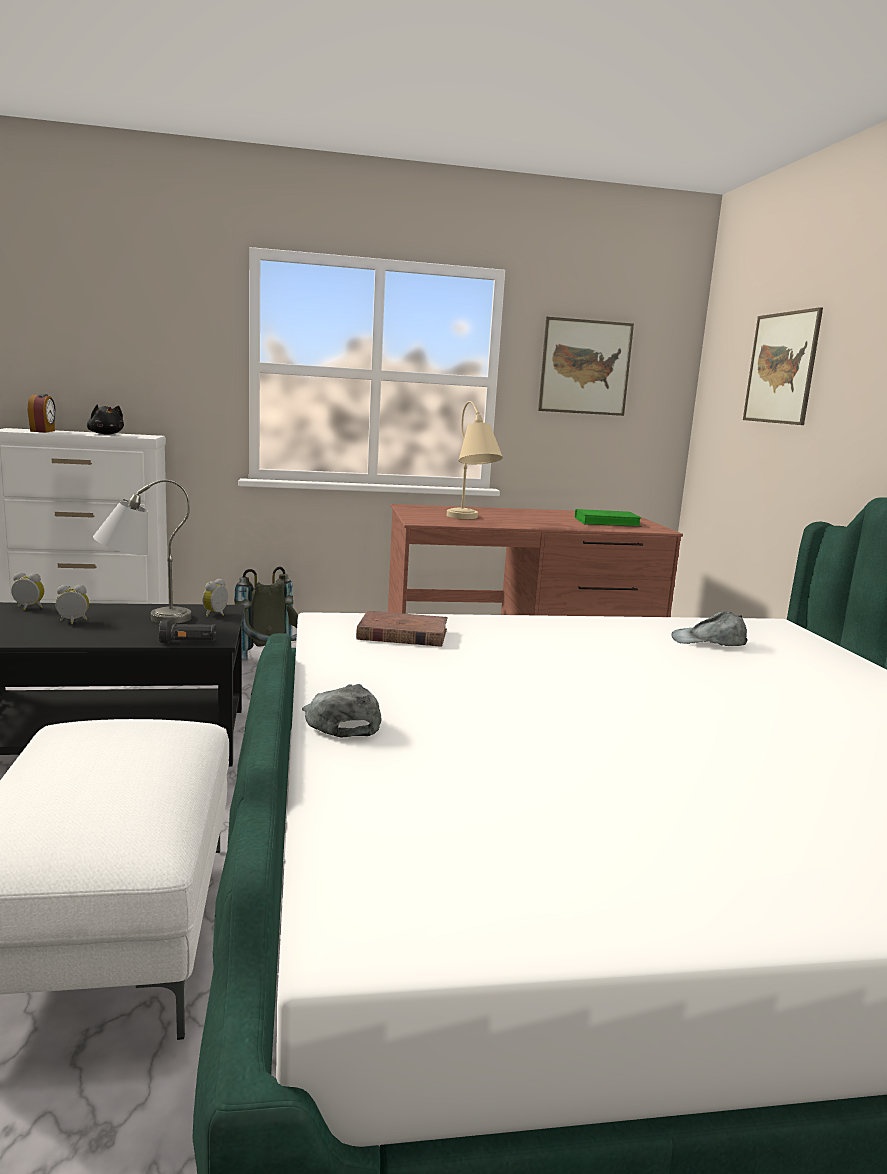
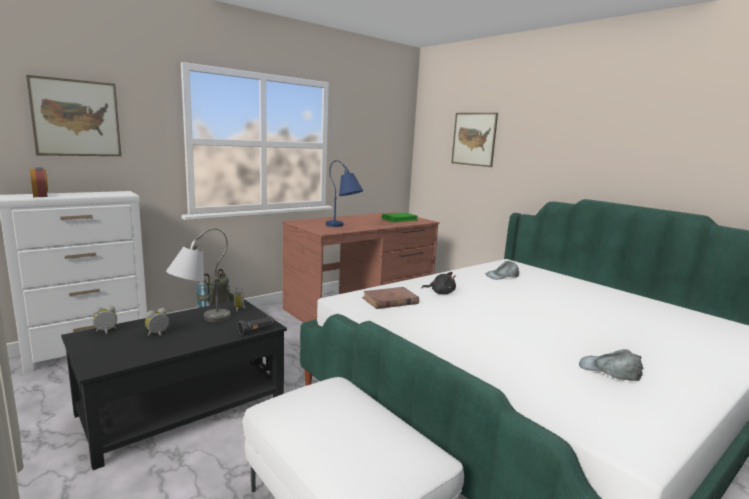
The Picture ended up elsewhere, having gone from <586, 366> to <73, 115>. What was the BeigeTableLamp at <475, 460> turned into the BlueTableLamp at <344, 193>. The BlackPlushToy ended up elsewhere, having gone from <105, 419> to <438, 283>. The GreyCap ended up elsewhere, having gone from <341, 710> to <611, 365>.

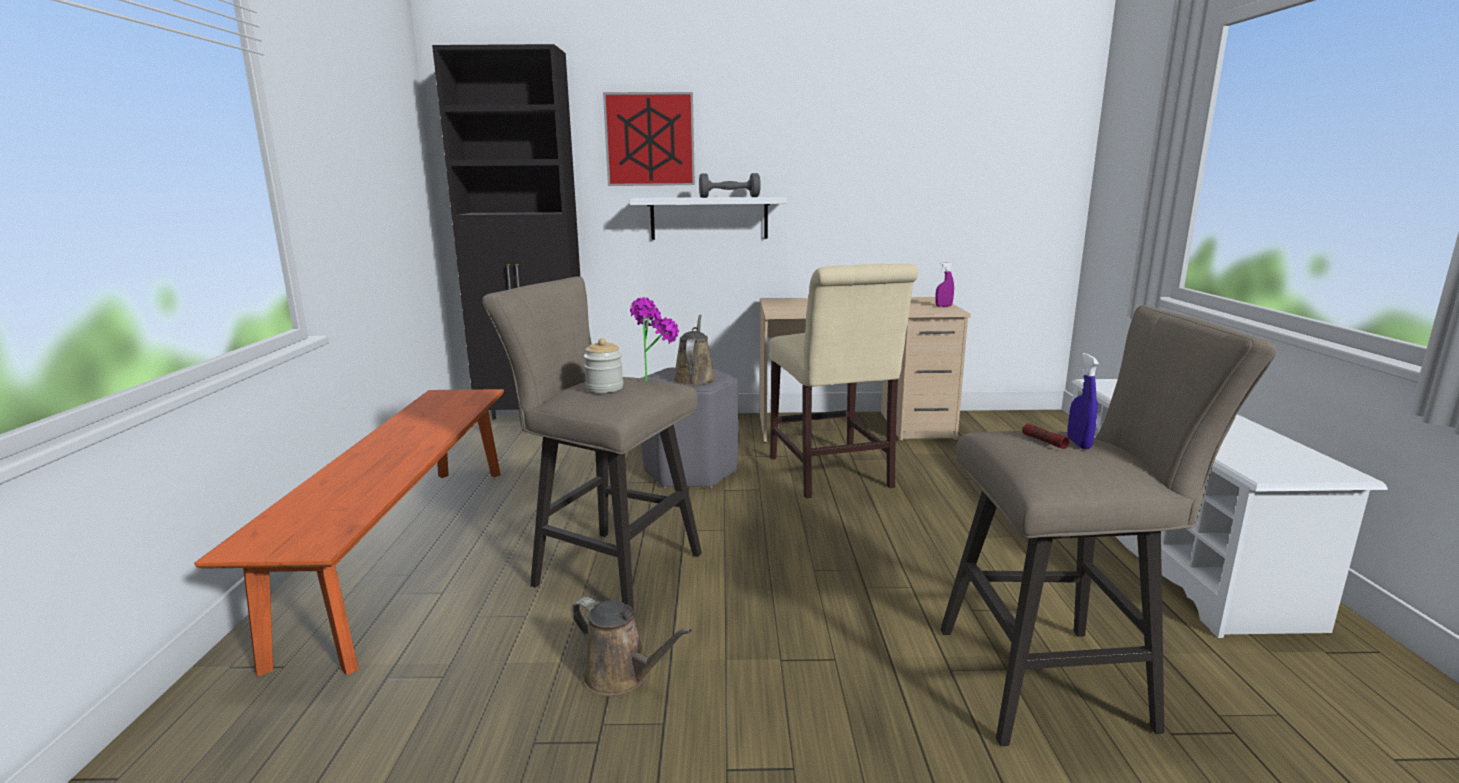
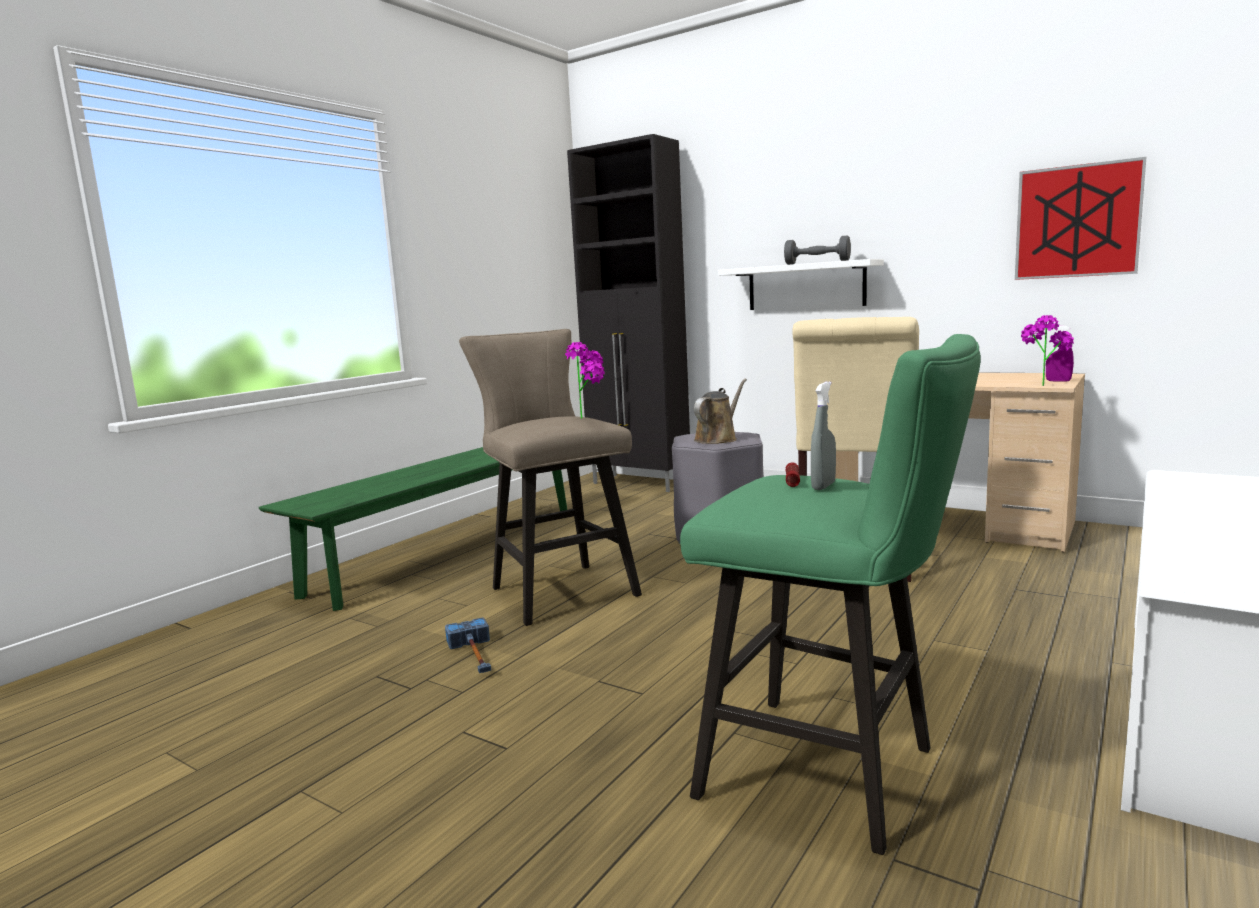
The Picture ended up elsewhere, having gone from <649, 139> to <1080, 218>. What was the BeigeStool at <1108, 526> turned into the GreenStool at <830, 594>. The second view lost the Jar at <603, 365>. What was the BlueSprayBottle at <1083, 401> turned into the GreySprayBottle at <823, 436>. What was the OrangeBench at <349, 533> turned into the GreenBench at <413, 529>. Where the BrownWateringCan stood at <631, 646>, the Hammer came to stand at <468, 645>. The second view gained the PottedPlant at <1047, 350>.

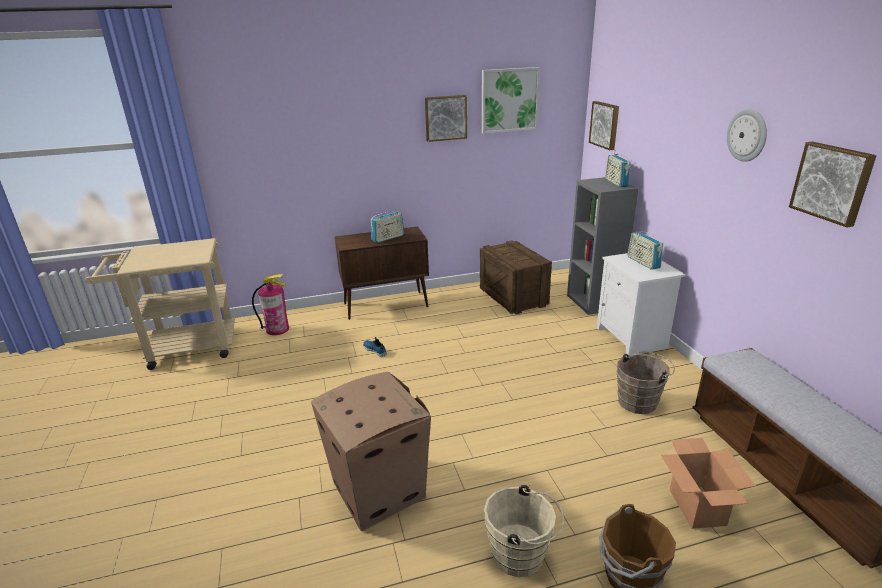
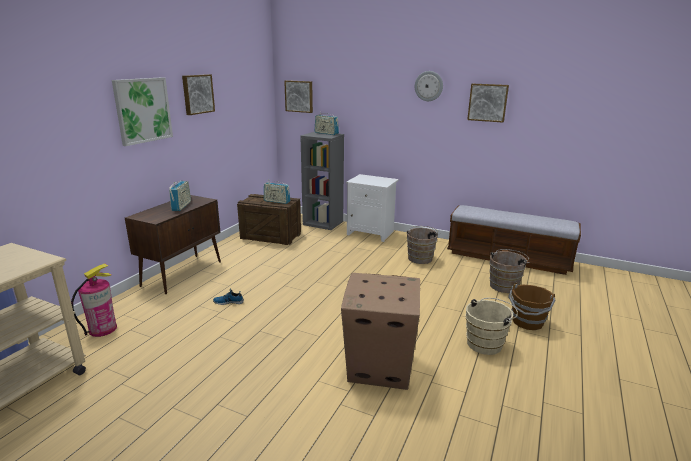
The Picture ended up elsewhere, having gone from <511, 100> to <142, 111>. The Radio ended up elsewhere, having gone from <645, 250> to <277, 192>. Where the CardboardBox stood at <708, 483>, the BrownBucket came to stand at <509, 271>.

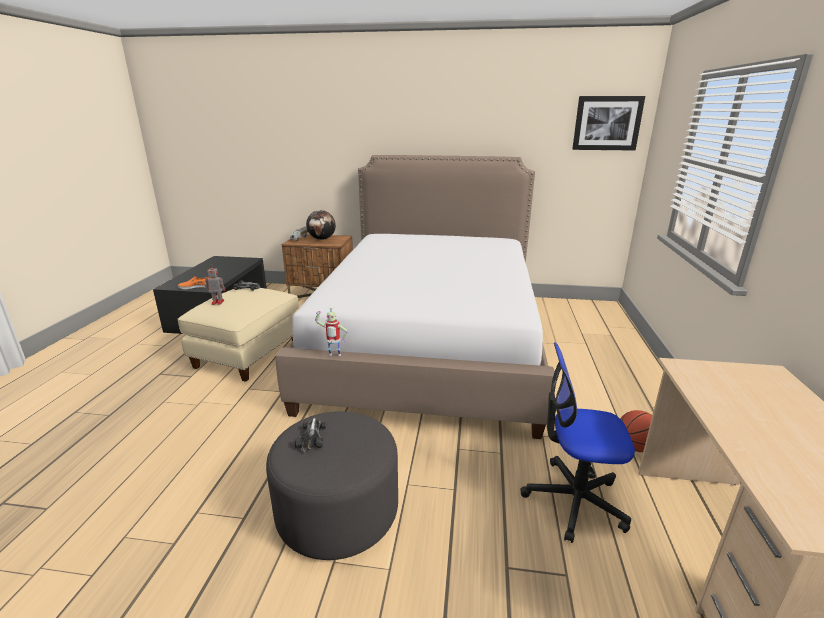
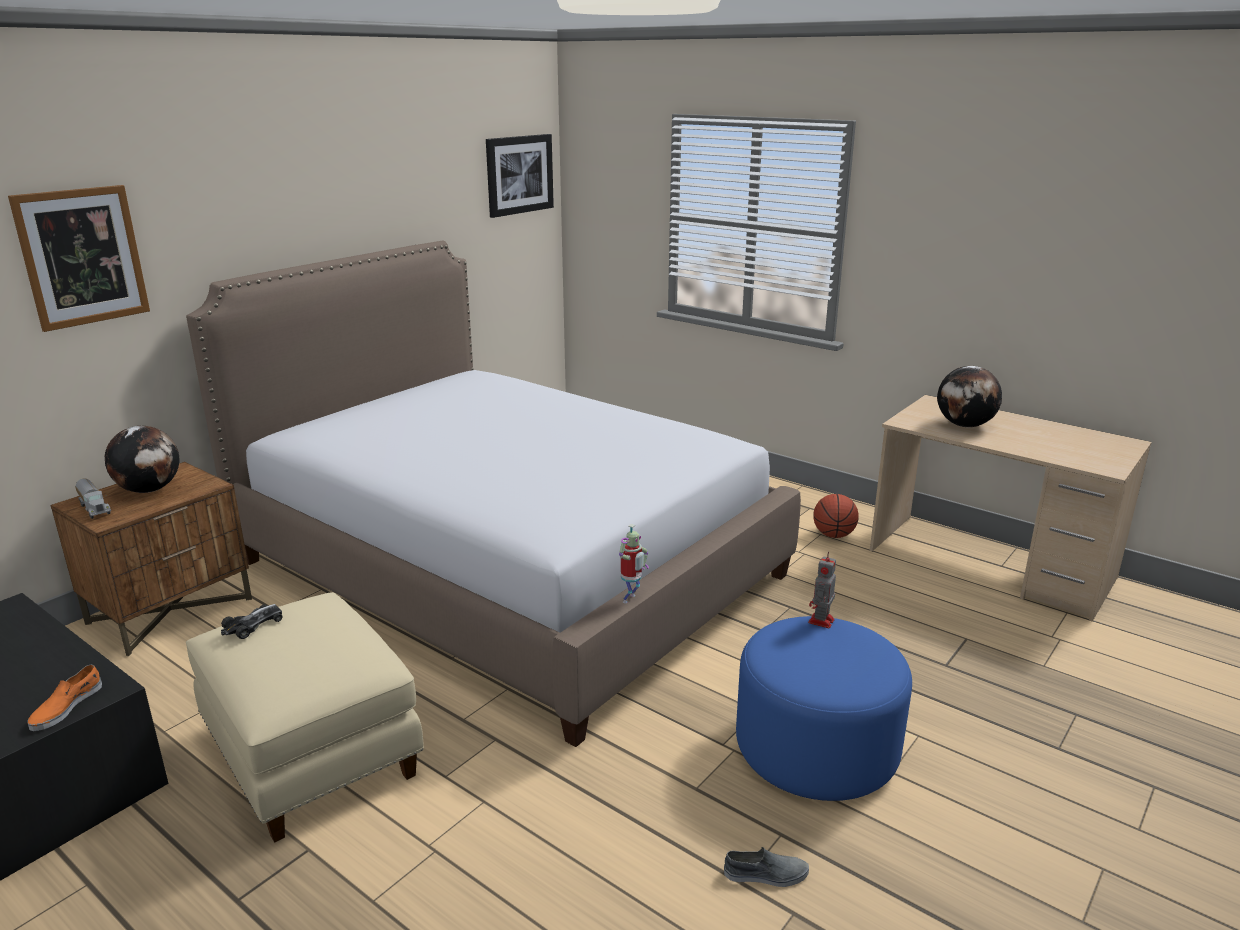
The ToyRobot ended up elsewhere, having gone from <214, 285> to <822, 590>. The second view lost the OfficeChair at <578, 442>. What was the GreyOttoman at <332, 485> turned into the BlueOttoman at <824, 708>. The second view lost the ToyCar at <310, 435>. The second view gained the Picture at <79, 258>. The second view gained the Globe at <969, 396>. The second view gained the GreyShoe at <766, 867>.

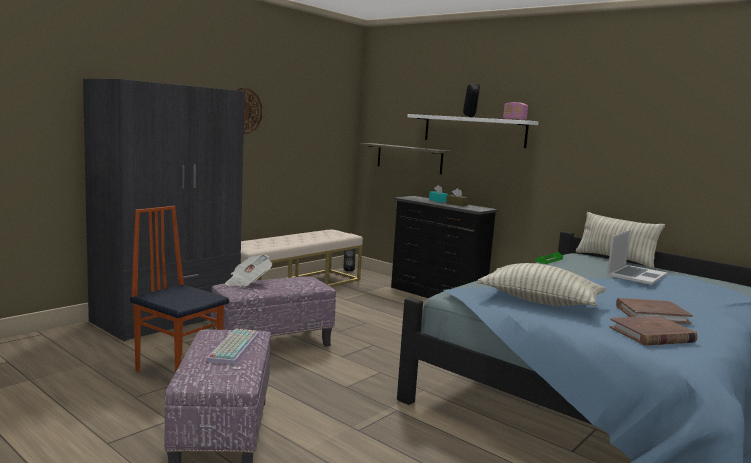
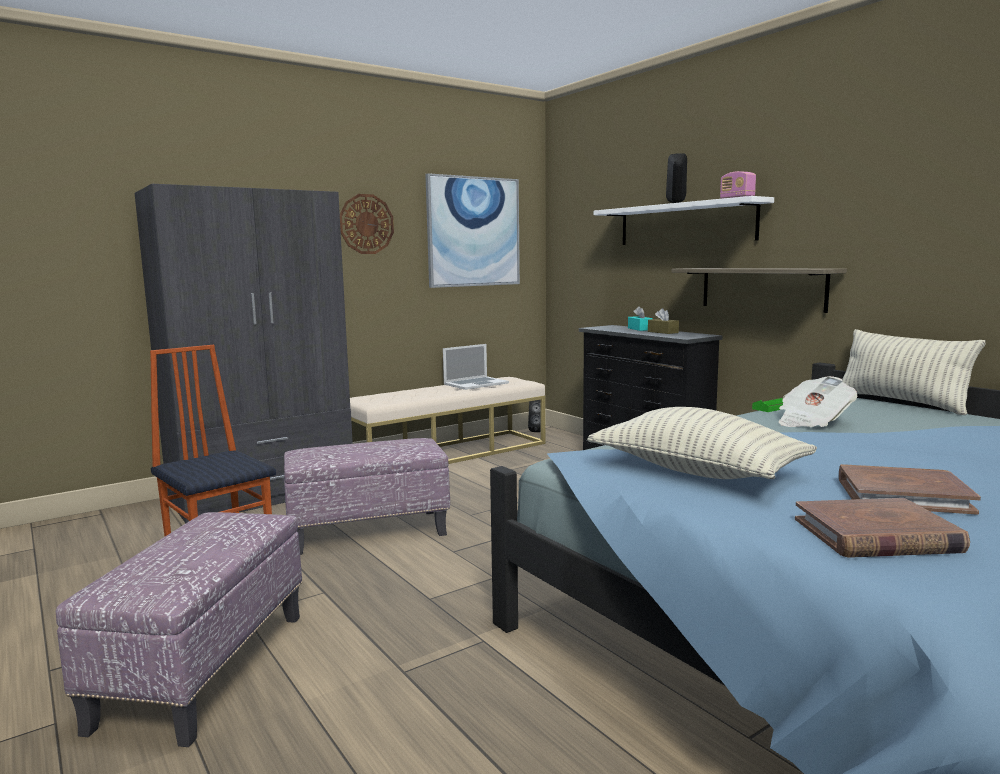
The Shelf ended up elsewhere, having gone from <405, 158> to <759, 290>. The Laptop ended up elsewhere, having gone from <637, 257> to <476, 367>. The Newspaper ended up elsewhere, having gone from <248, 271> to <818, 401>. The second view lost the Keyboard at <233, 346>. The second view gained the Picture at <472, 230>.

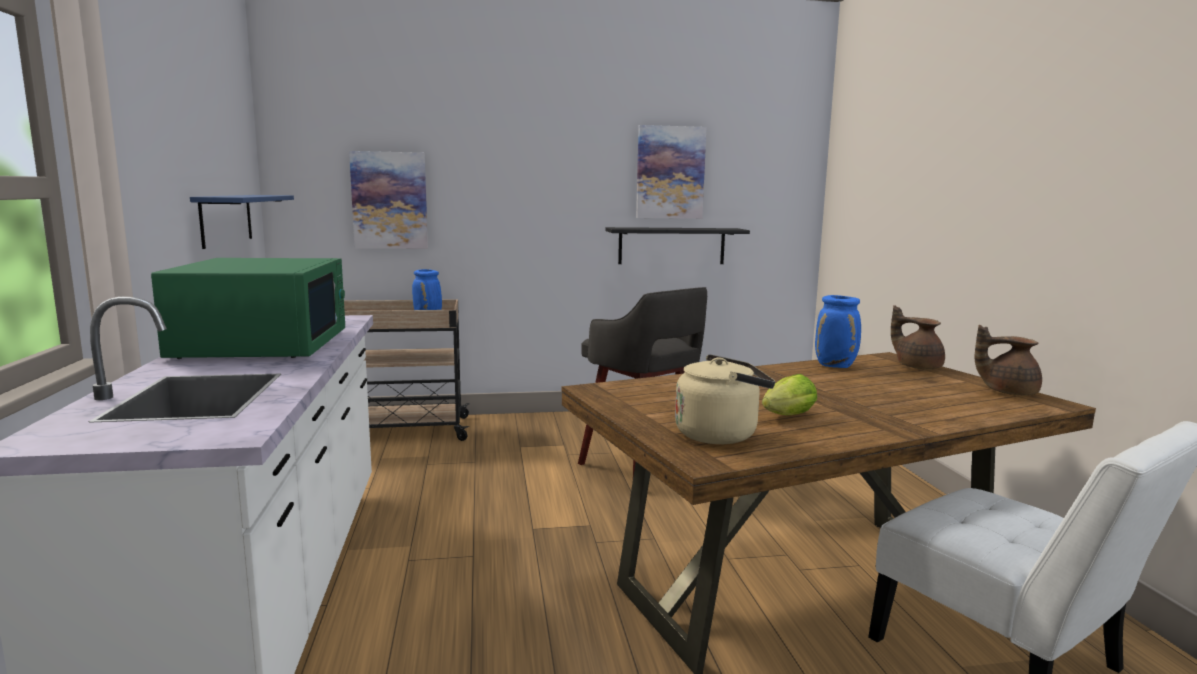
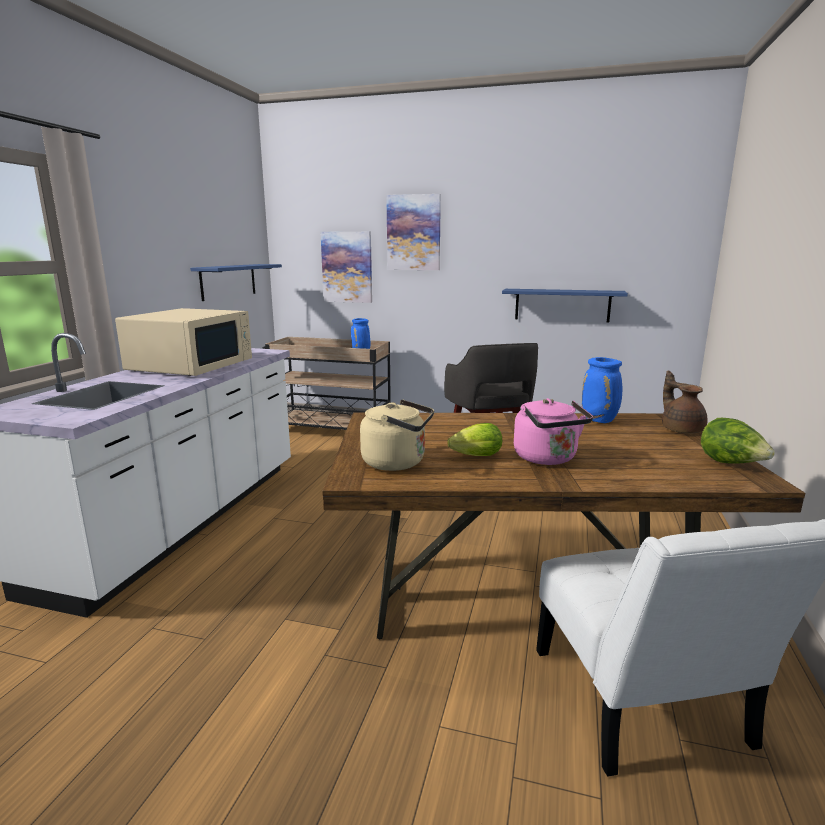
The Picture ended up elsewhere, having gone from <671, 172> to <413, 232>. What was the BlackShelf at <678, 245> turned into the BlueShelf at <565, 305>. What was the GreenMicrowave at <248, 308> turned into the BeigeMicrowave at <183, 342>. Where the BrownTeapot stood at <1008, 360>, the Lettuce came to stand at <738, 441>. The second view gained the PinkKettle at <553, 431>.

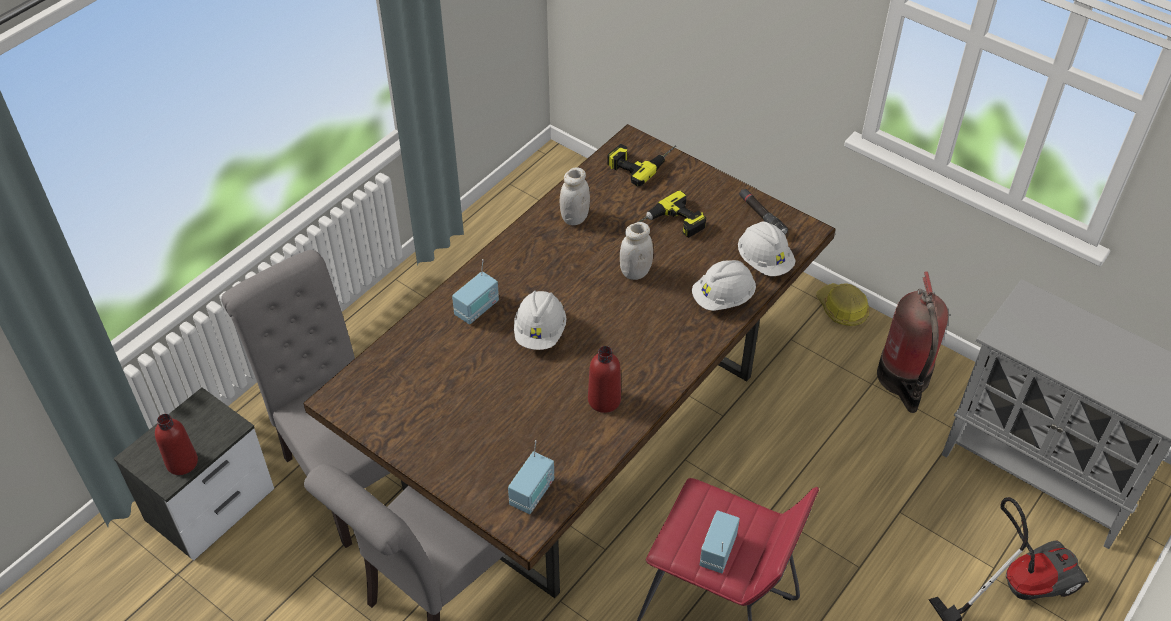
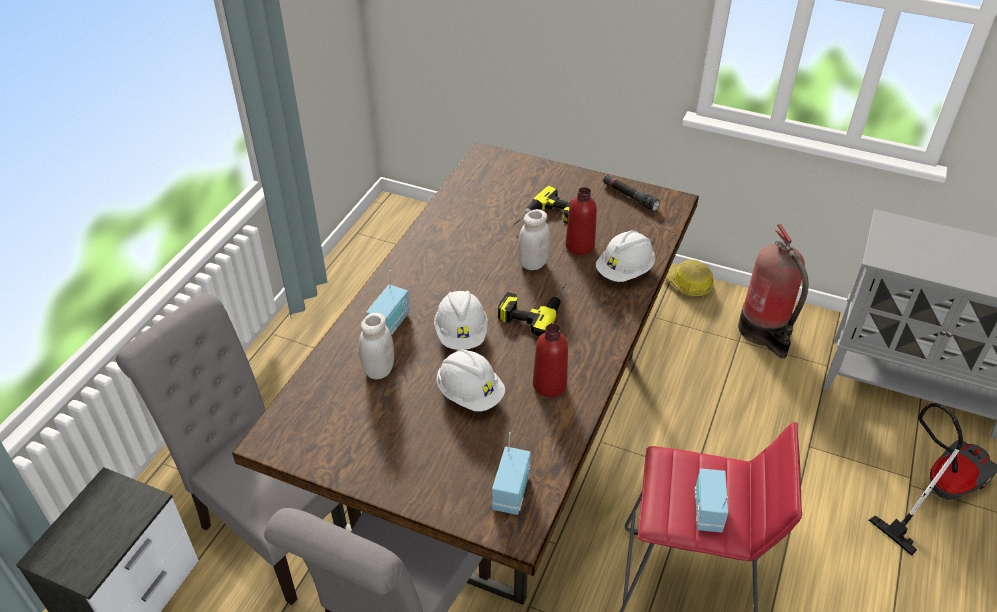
The PowerDrill ended up elsewhere, having gone from <641, 165> to <532, 309>. The WhiteJar ended up elsewhere, having gone from <575, 196> to <376, 346>. The WhiteHardHat ended up elsewhere, having gone from <767, 248> to <470, 380>. The RedBottle ended up elsewhere, having gone from <176, 444> to <581, 221>.

